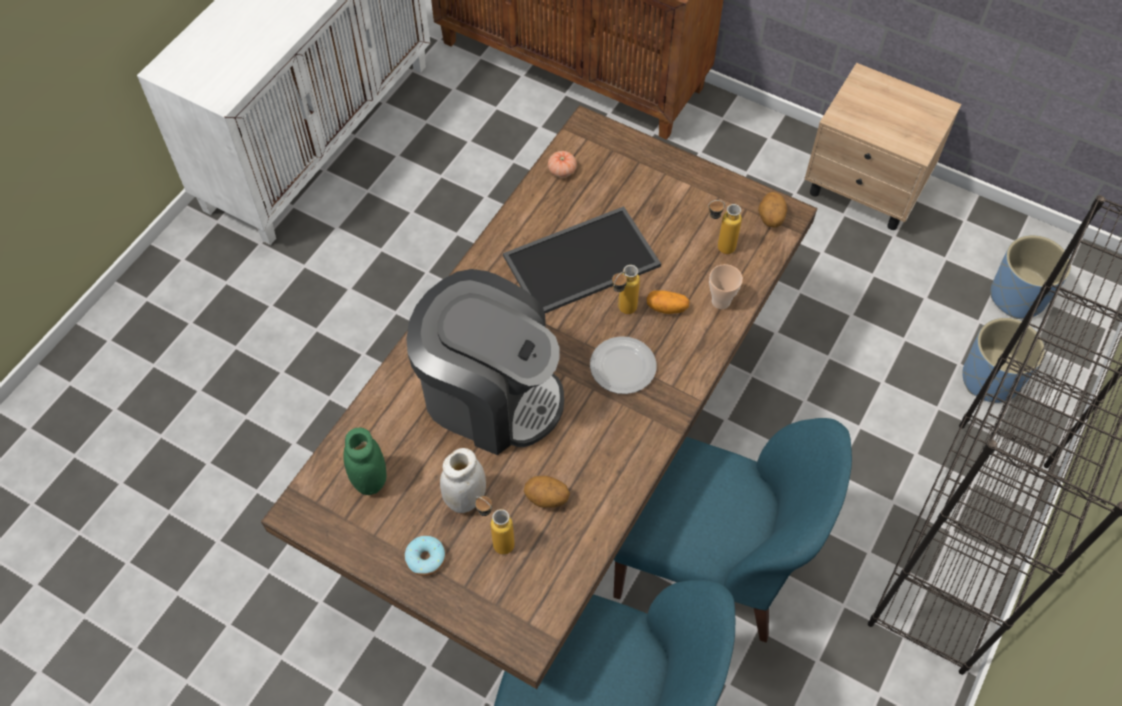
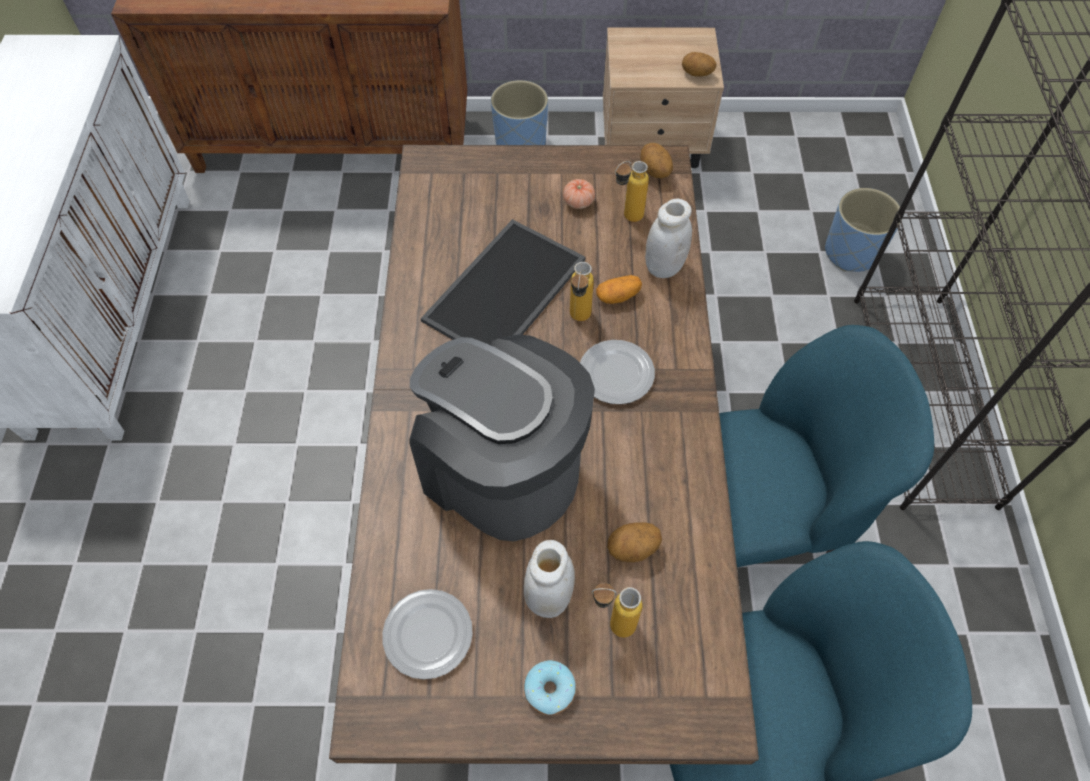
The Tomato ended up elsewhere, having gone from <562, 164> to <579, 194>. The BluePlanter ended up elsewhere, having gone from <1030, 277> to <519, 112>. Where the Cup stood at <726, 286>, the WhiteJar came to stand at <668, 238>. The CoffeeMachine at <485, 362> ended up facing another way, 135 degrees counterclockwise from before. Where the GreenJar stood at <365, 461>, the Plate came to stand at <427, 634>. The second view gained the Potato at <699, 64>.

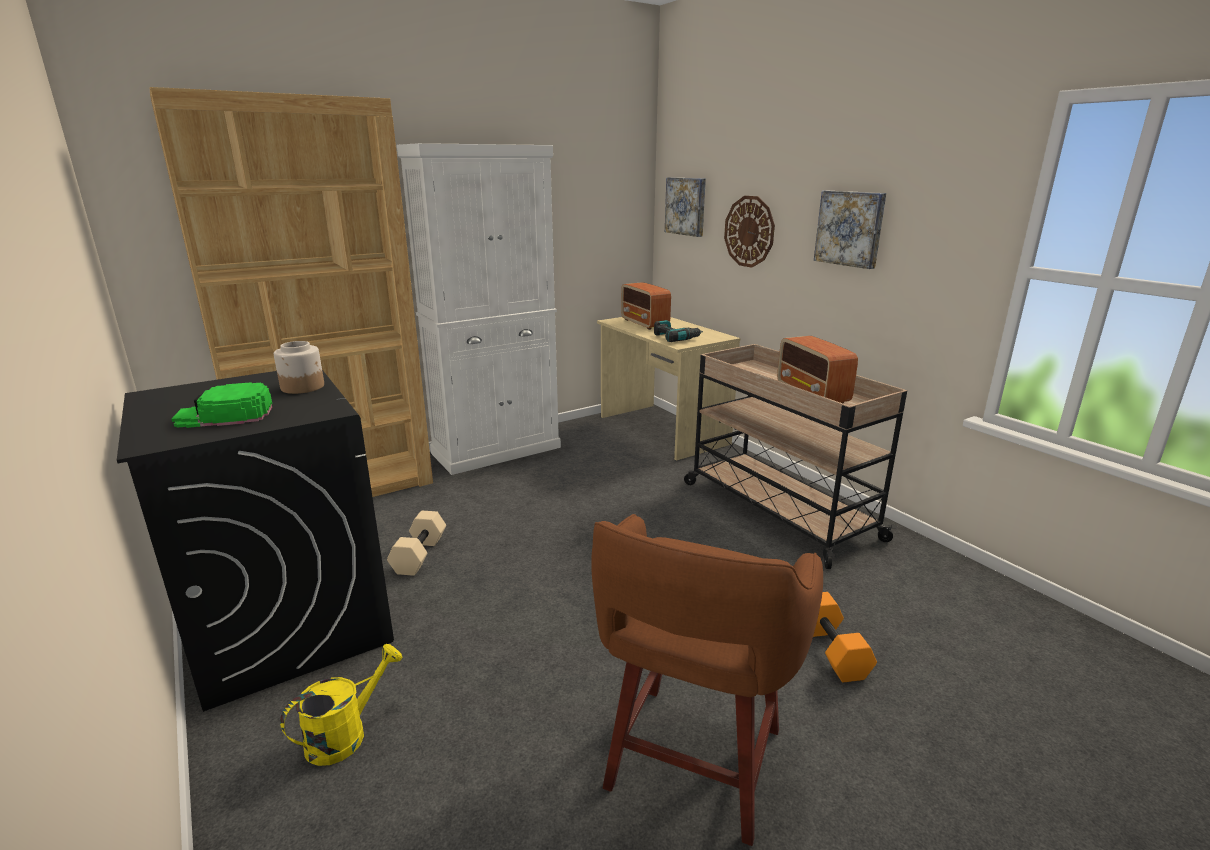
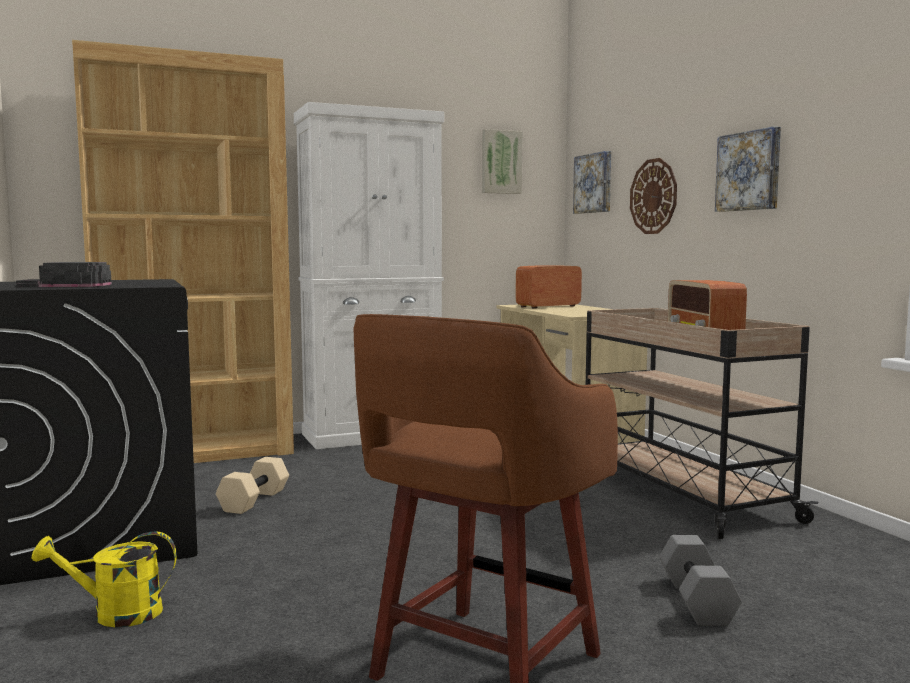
The Radio at <646, 306> ended up facing another way, 75 degrees clockwise from before. The second view lost the PowerDrill at <678, 331>. The second view lost the Jar at <299, 367>. What was the GreenCap at <221, 405> turned into the BlackCap at <64, 274>. What was the OrangeDumbbell at <845, 637> turned into the GreyDumbbell at <700, 580>. The YellowWateringCan at <341, 705> ended up facing another way, 150 degrees counterclockwise from before. The second view gained the Picture at <502, 161>.

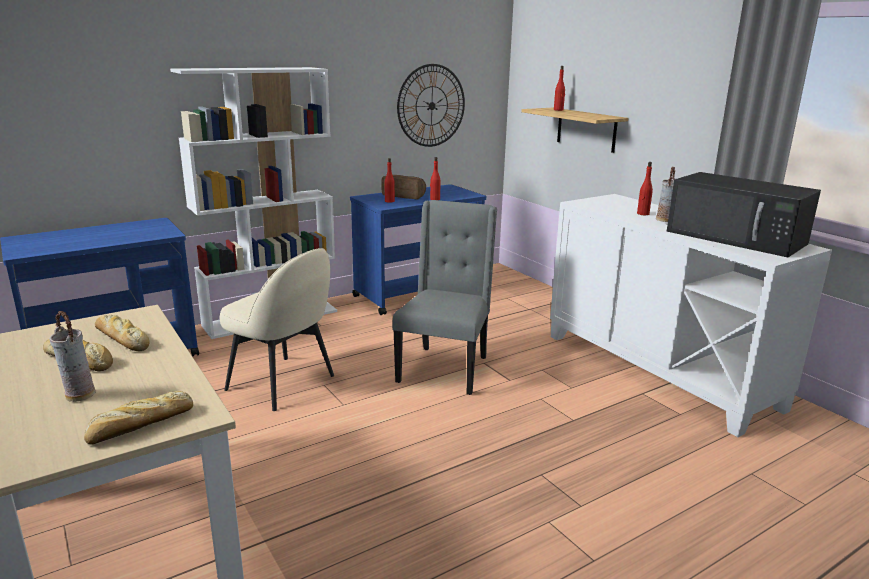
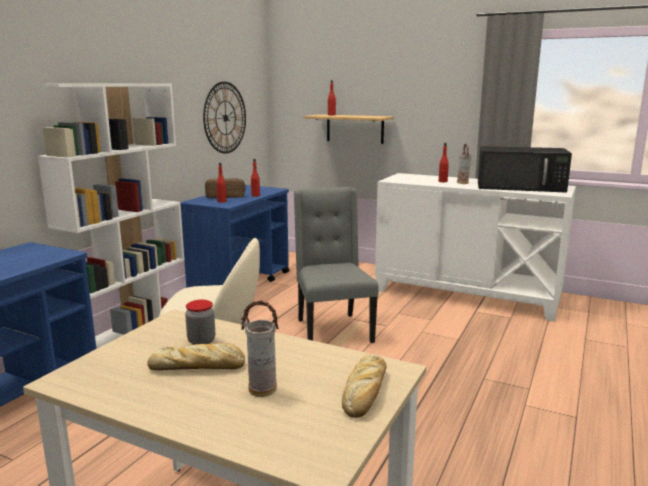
Where the Bread stood at <122, 333>, the Jar came to stand at <200, 322>.

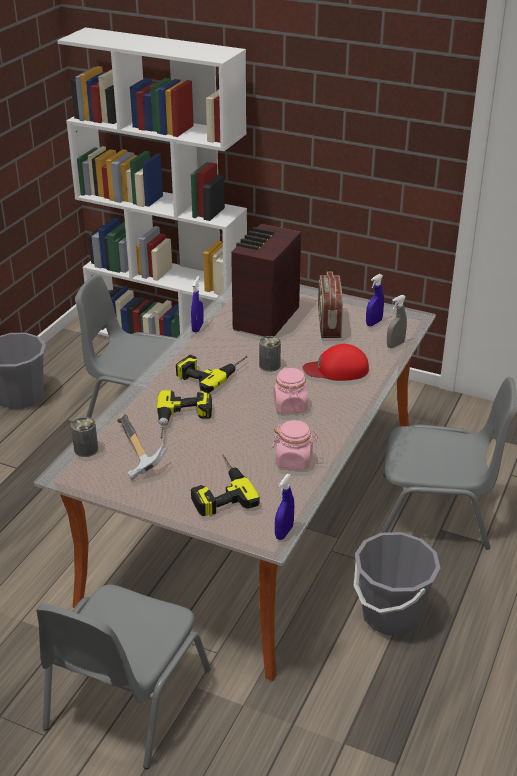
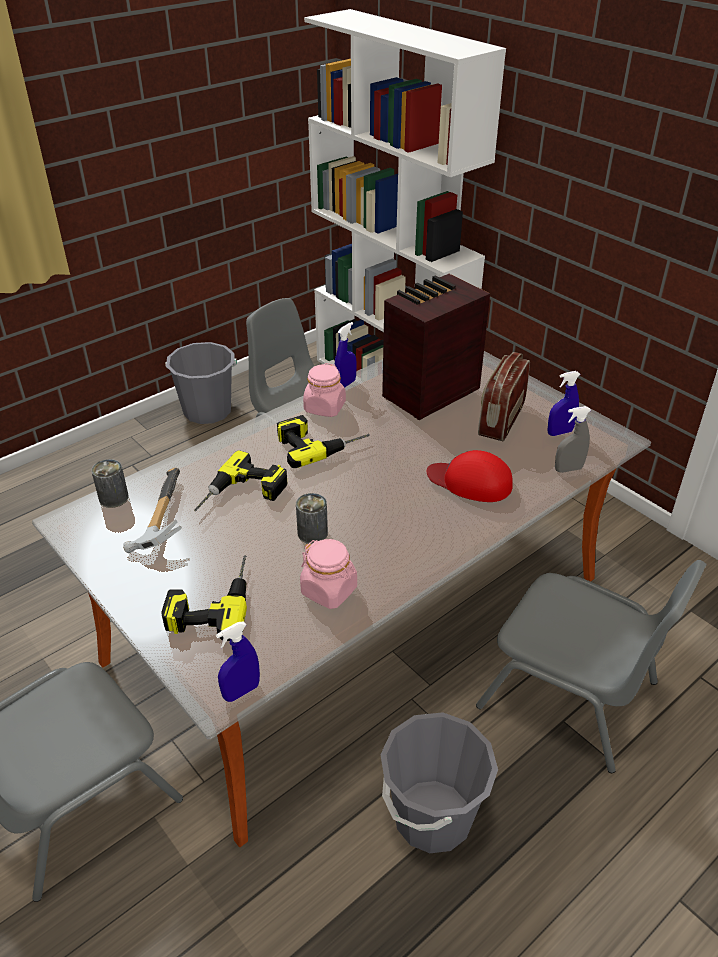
The Can ended up elsewhere, having gone from <270, 353> to <312, 518>. The PinkJar ended up elsewhere, having gone from <290, 390> to <324, 390>.

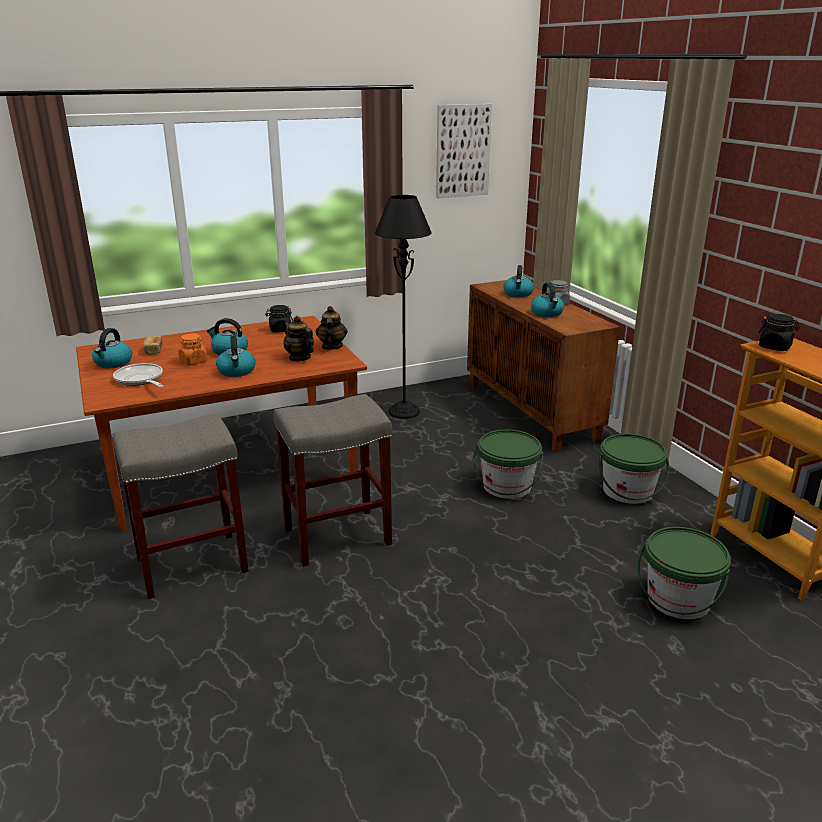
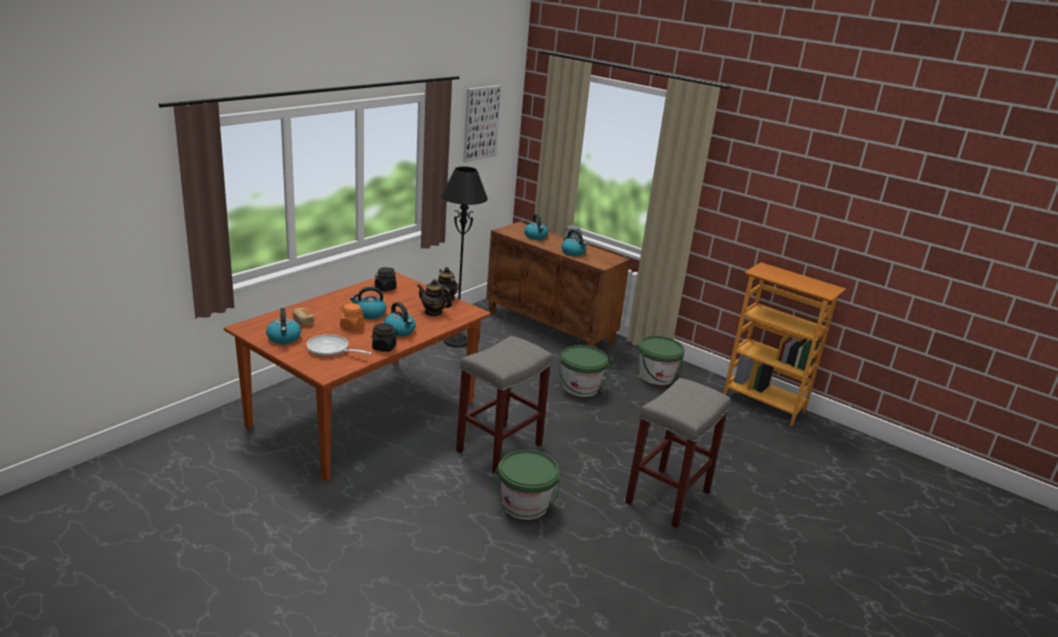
The BlackJar ended up elsewhere, having gone from <779, 332> to <384, 337>. The GreyStool ended up elsewhere, having gone from <180, 506> to <678, 453>. The GreenBucket ended up elsewhere, having gone from <684, 573> to <527, 485>.

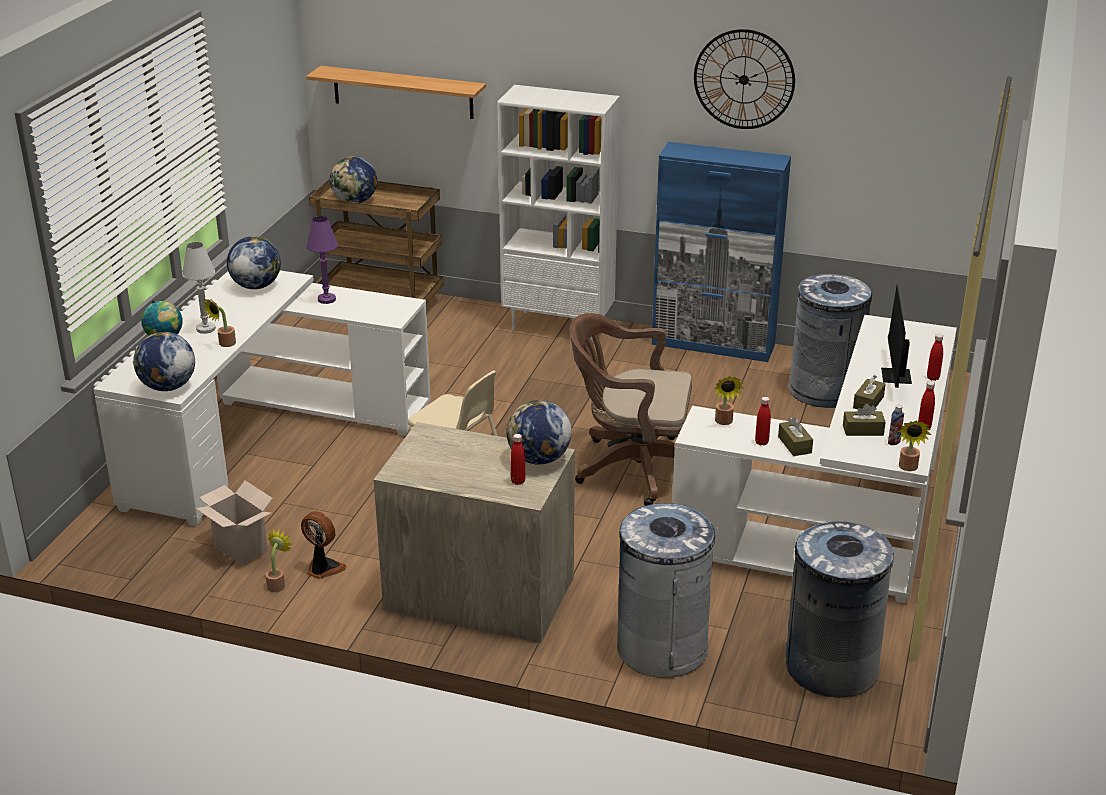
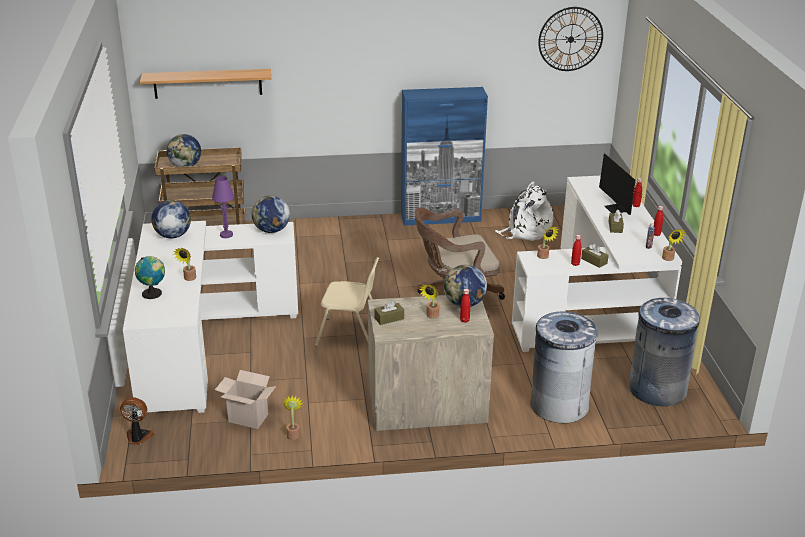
The WallClock ended up elsewhere, having gone from <744, 79> to <570, 39>. The second view lost the WhiteBookcase at <558, 213>. The second view lost the WhiteTableLamp at <199, 288>. Where the GreyTrashCan stood at <830, 341>, the WhiteBackpack came to stand at <524, 211>. The Globe ended up elsewhere, having gone from <164, 361> to <271, 214>. The BrownTissueBox ended up elsewhere, having gone from <864, 420> to <389, 312>. The Fan ended up elsewhere, having gone from <323, 545> to <137, 421>. The second view gained the PottedPlant at <429, 301>.

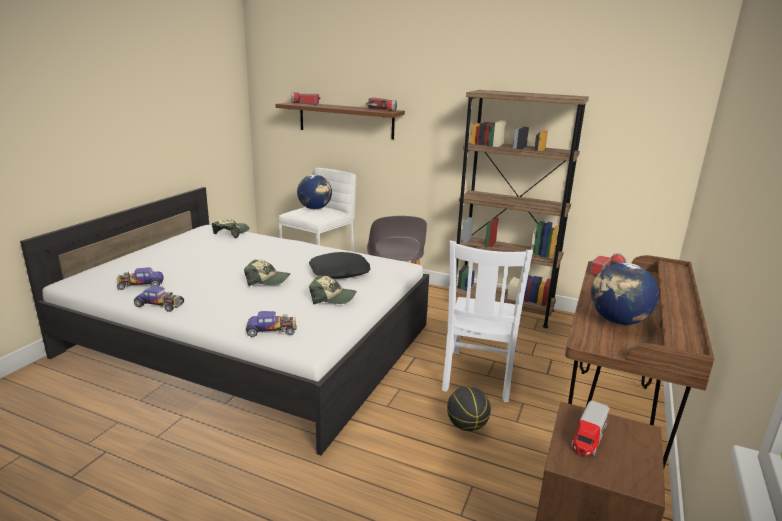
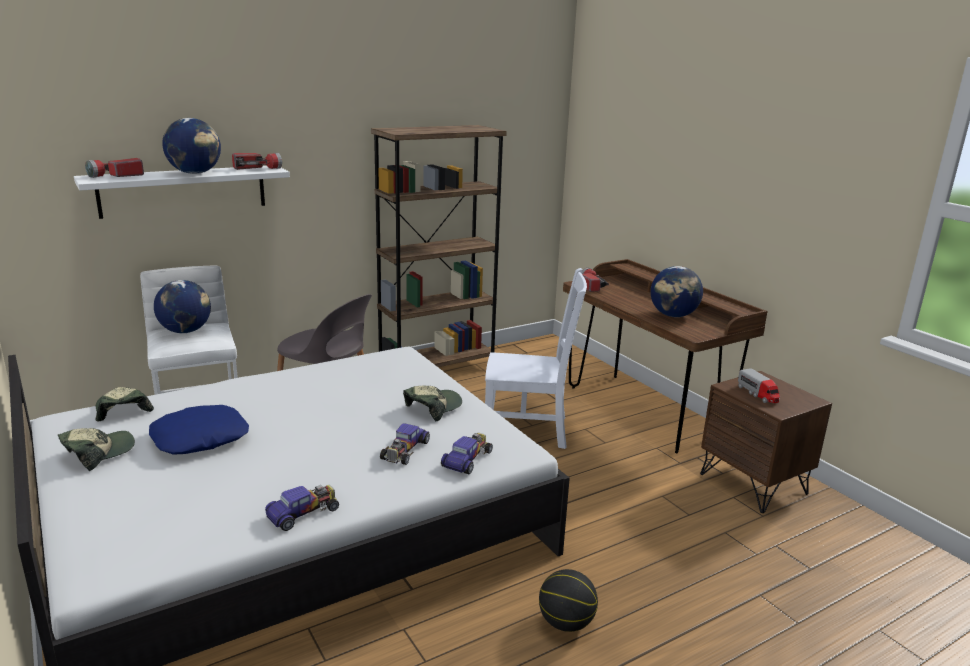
What was the BrownShelf at <340, 120> turned into the WhiteShelf at <182, 192>. The WhiteChair at <487, 321> ended up facing another way, 45 degrees counterclockwise from before. The second view lost the BlackPillow at <339, 265>. The Cap ended up elsewhere, having gone from <267, 273> to <96, 449>. The ToyCar ended up elsewhere, having gone from <140, 278> to <405, 444>. The Basketball ended up elsewhere, having gone from <469, 408> to <568, 600>. The second view gained the Globe at <191, 146>. The second view gained the BluePillow at <199, 430>.

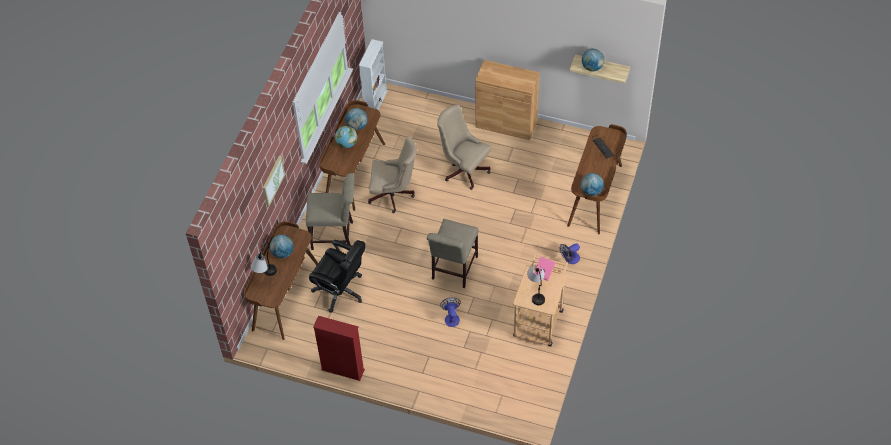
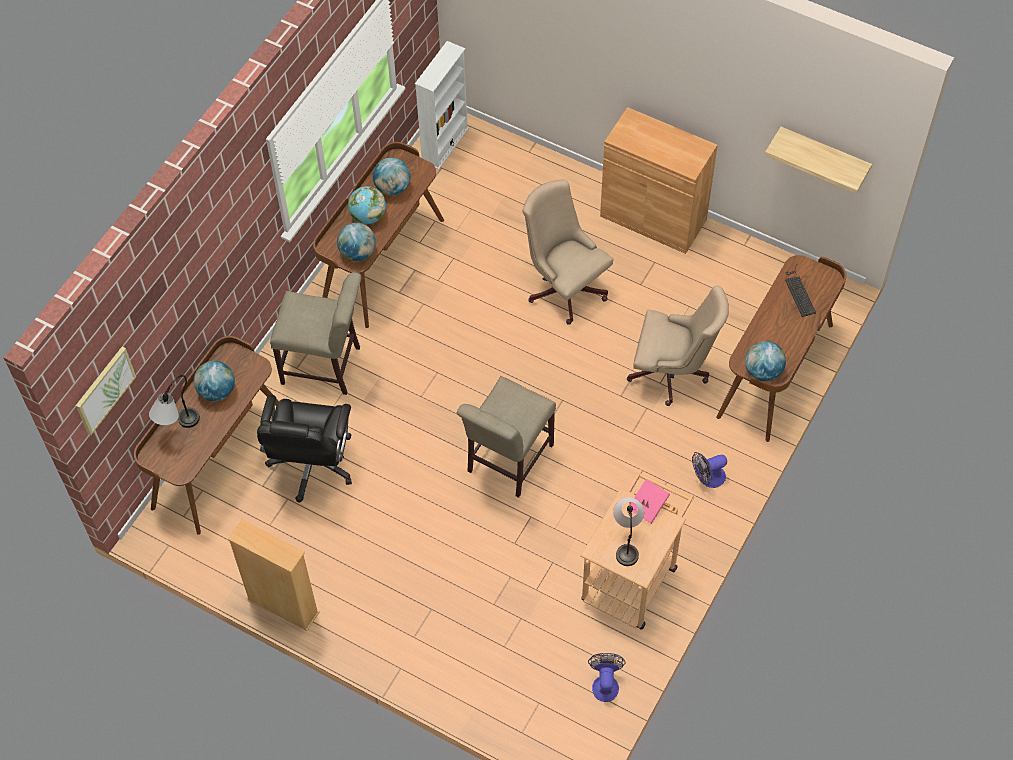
The Globe ended up elsewhere, having gone from <593, 60> to <356, 241>. The BeigeOfficeChair ended up elsewhere, having gone from <392, 175> to <678, 346>. The Picture ended up elsewhere, having gone from <274, 181> to <106, 390>. The BlackOfficeChair at <337, 276> ended up facing another way, 60 degrees clockwise from before. The Fan ended up elsewhere, having gone from <450, 312> to <607, 677>. What was the RedBookcase at <339, 348> turned into the BeigeBookcase at <274, 575>.

